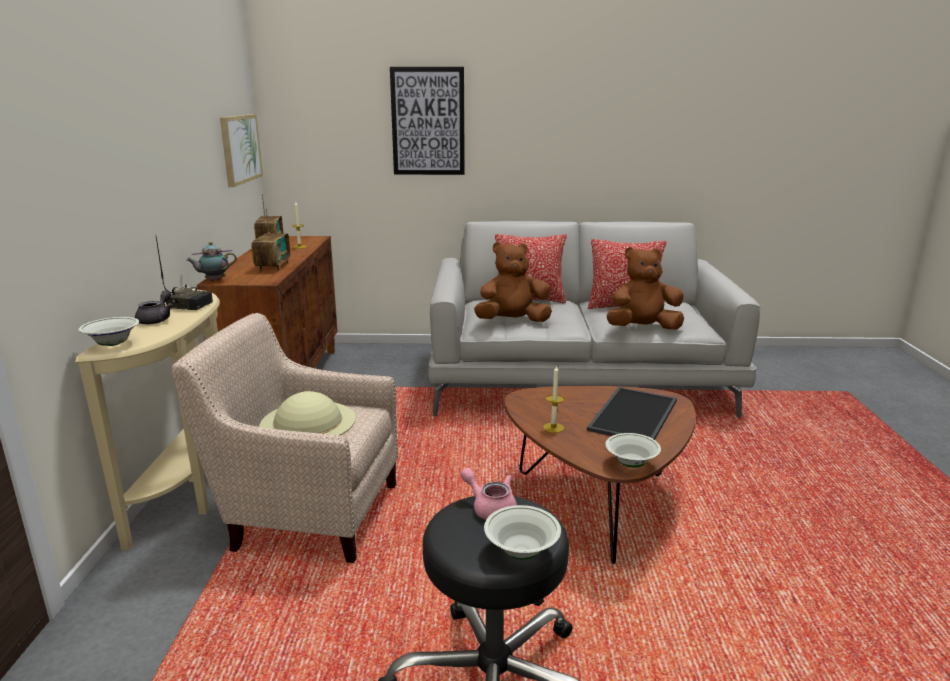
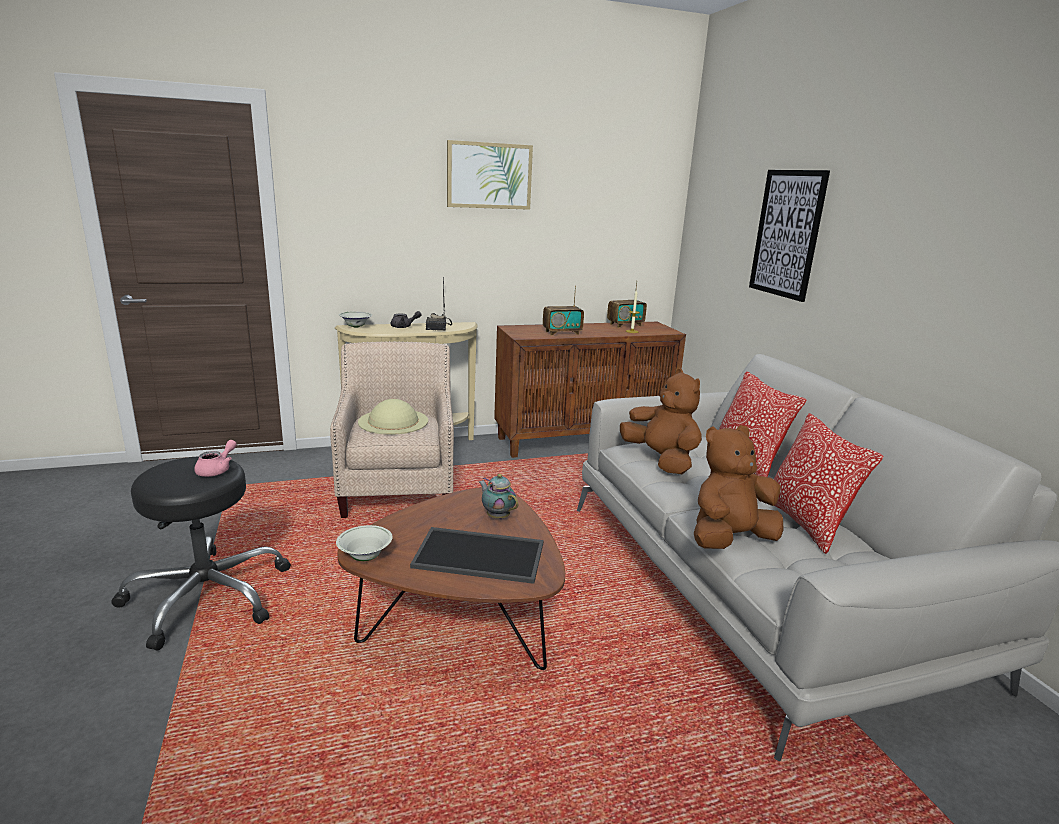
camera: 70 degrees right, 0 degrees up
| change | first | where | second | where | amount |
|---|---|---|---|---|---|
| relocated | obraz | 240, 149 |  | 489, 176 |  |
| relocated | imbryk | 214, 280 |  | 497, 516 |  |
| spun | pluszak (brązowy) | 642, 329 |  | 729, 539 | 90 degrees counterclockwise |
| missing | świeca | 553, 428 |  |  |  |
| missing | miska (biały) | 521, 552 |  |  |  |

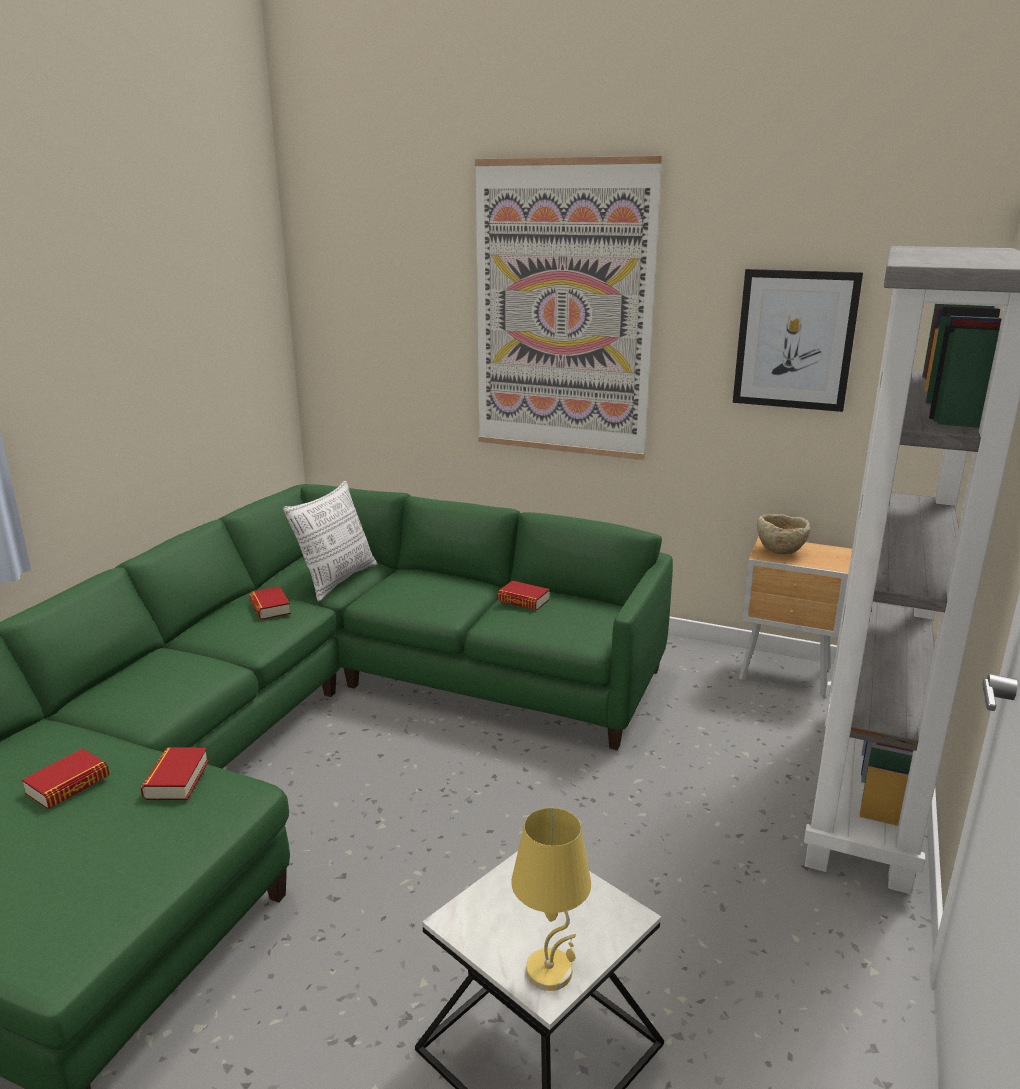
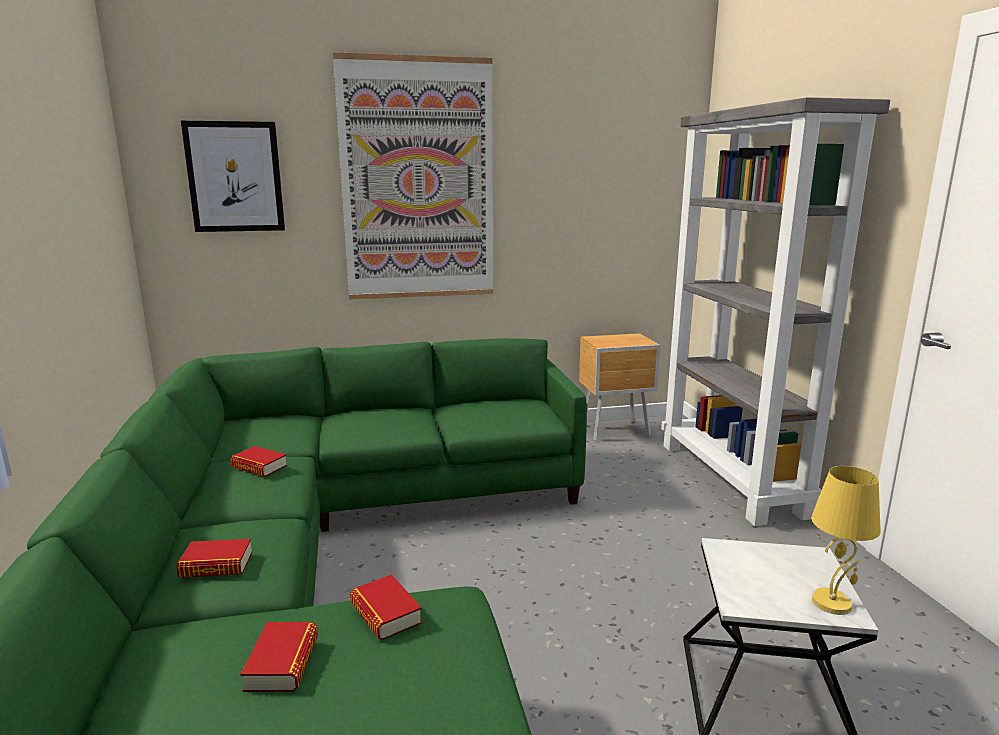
camera: 35 degrees left, 5 degrees down
| change | first | where | second | where | amount |
|---|---|---|---|---|---|
| relocated | obraz | 795, 340 |  | 235, 177 |  |
| missing | poduszka | 337, 580 |  |  |  |
| missing | miska (beżowy) | 780, 551 |  |  |  |
| relocated | książka | 523, 600 |  | 216, 565 |  |

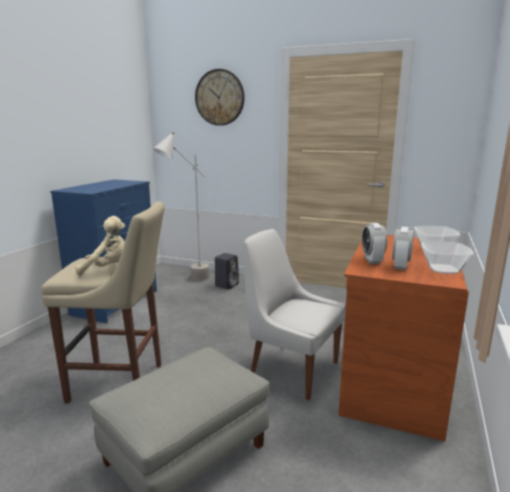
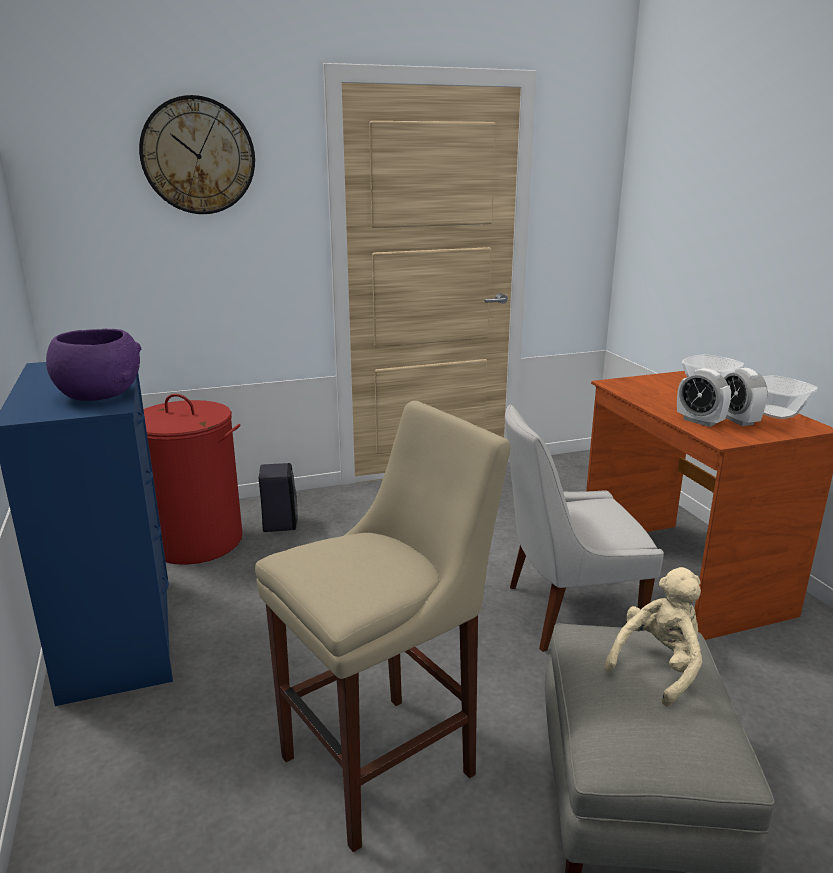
camera: 40 degrees left, 5 degrees up
| change | first | where | second | where | amount |
|---|---|---|---|---|---|
| exchanged | lampa stojąca (szary) | 187, 281 | kosz na pranie (czerwony) | 196, 541 |  |
| relocated | pluszak (beżowy) | 108, 269 |  | 658, 666 |  |
| appeared |  |  | miska (fioletowy) | 100, 395 |  |

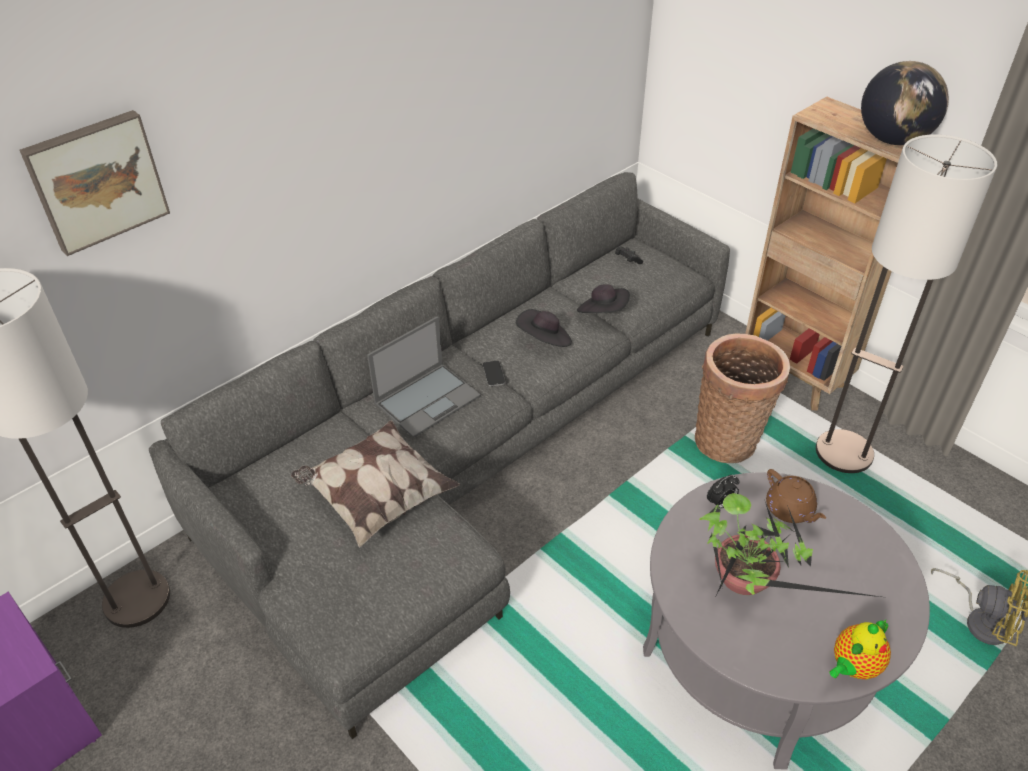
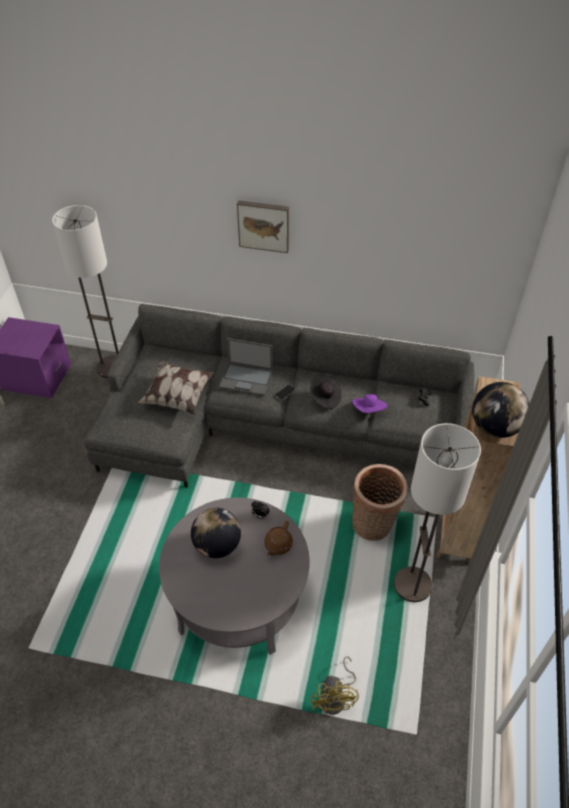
camera: 55 degrees right, 5 degrees up
| change | first | where | second | where | amount |
|---|---|---|---|---|---|
| relocated | obraz | 96, 181 |  | 264, 225 |  |
| colour | kapelusz (czarny) | 603, 313 | kapelusz (fioletowy) | 369, 410 |  |
| exchanged | roślina doniczkowa | 746, 583 | globus | 217, 545 |  |
| missing | imbryk | 853, 667 |  |  |  |

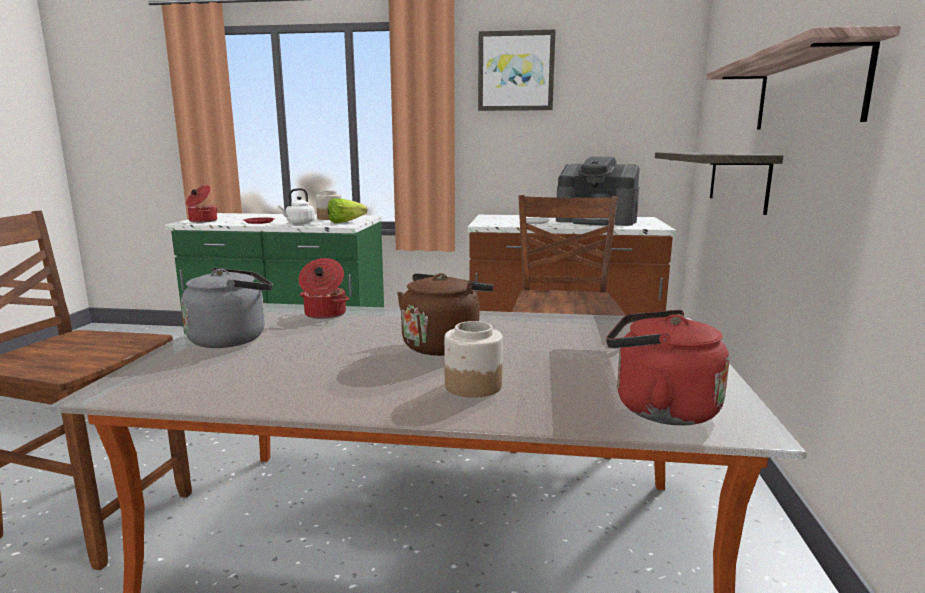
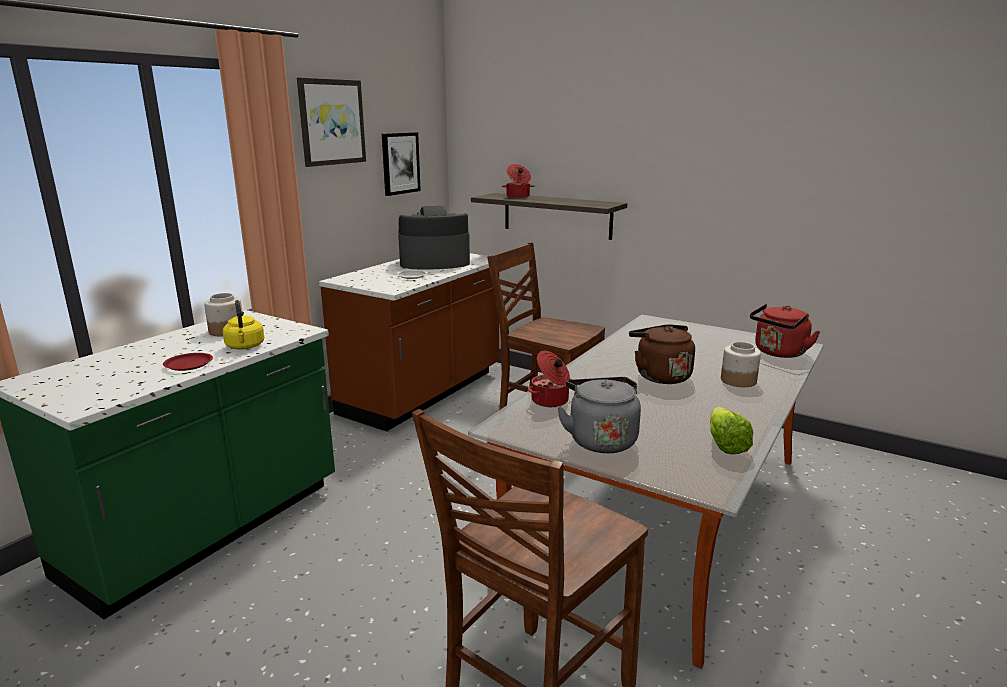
camera: 65 degrees left, 5 degrees up
| change | first | where | second | where | amount |
|---|---|---|---|---|---|
| missing | półka | 807, 91 |  |  |  |
| spun | ekspres do kawy | 596, 221 |  | 434, 262 | 150 degrees counterclockwise |
| relocated | garnek | 202, 221 |  | 518, 196 |  |
| colour | czajnik (biały) | 299, 223 | czajnik (żółty) | 245, 347 |  |
| relocated | sałata | 349, 222 |  | 725, 443 |  |
| appeared |  |  | obraz | 400, 163 |  |

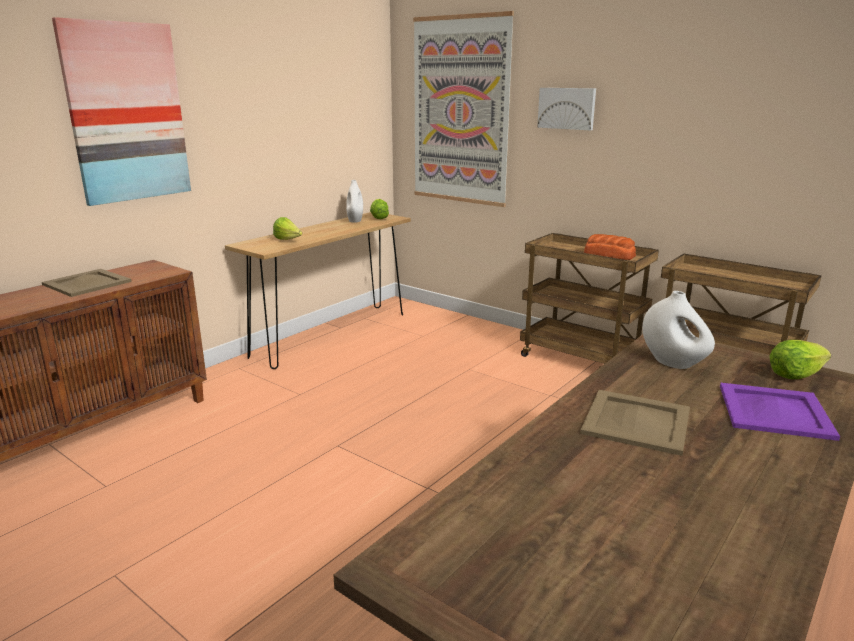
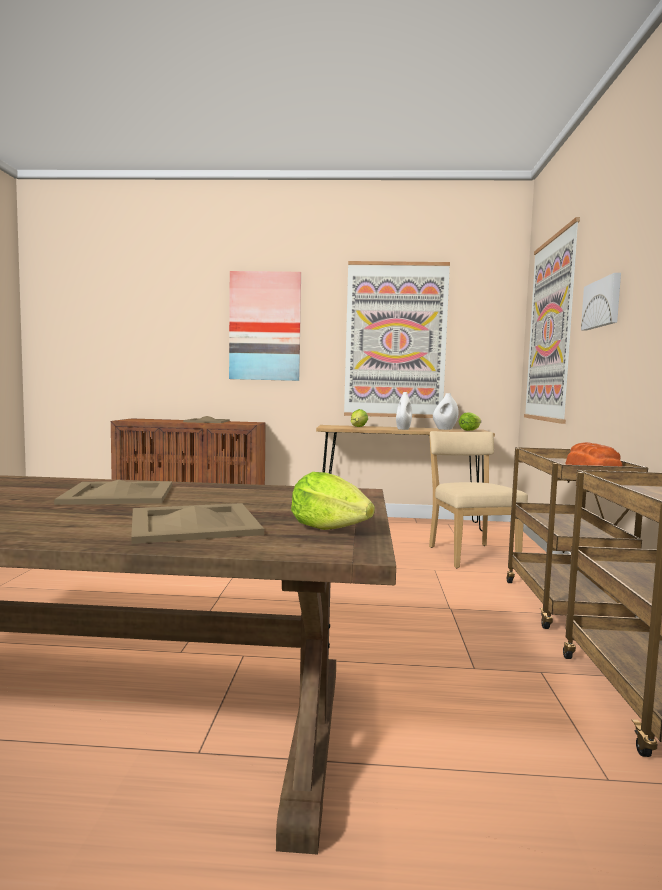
camera: 55 degrees right, 15 degrees down
| change | first | where | second | where | amount |
|---|---|---|---|---|---|
| relocated | wazon (biały) | 673, 363 |  | 403, 429 |  |
| colour | taca (fioletowy) | 773, 411 | taca (beżowy) | 193, 523 |  |
| appeared |  |  | obraz | 395, 340 |  |
| appeared |  |  | krzesło (beżowy) | 470, 554 |  |

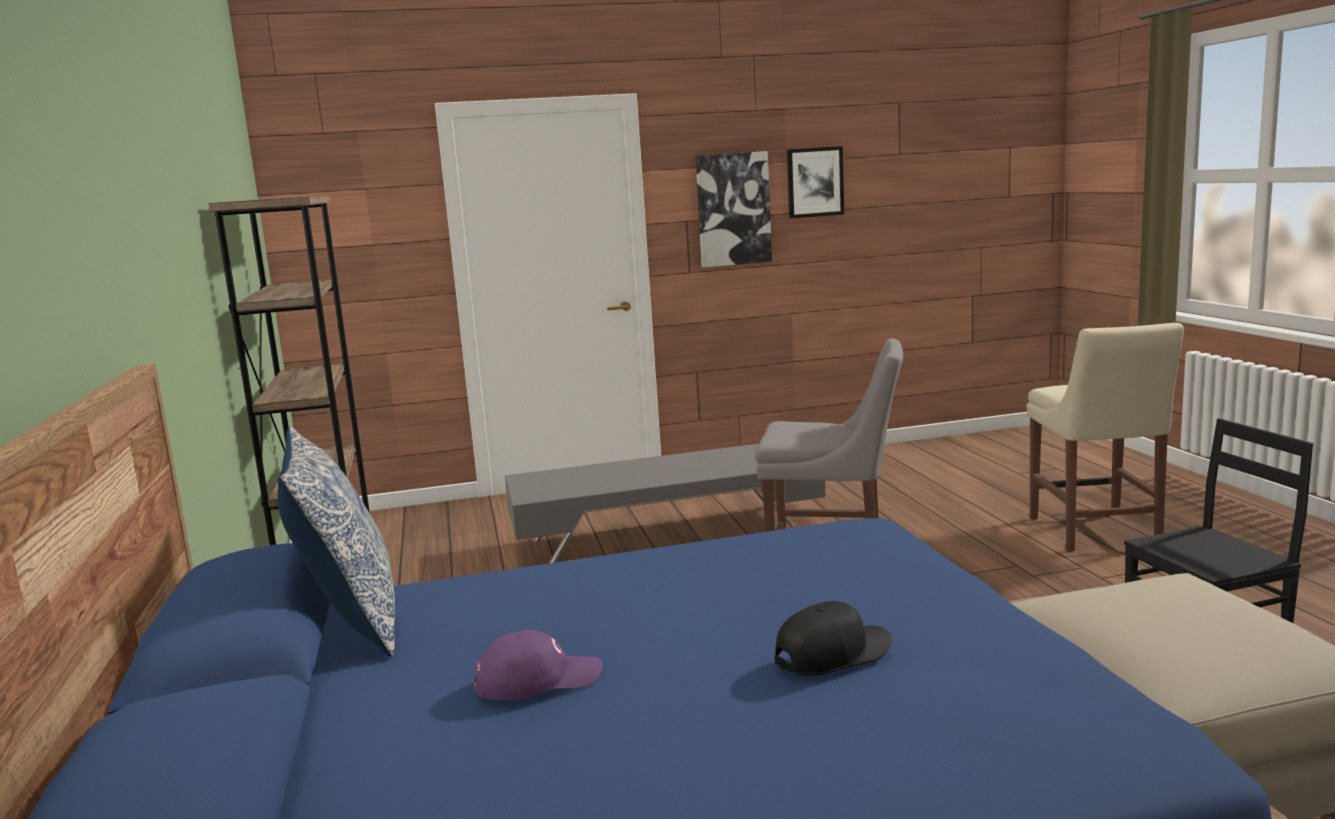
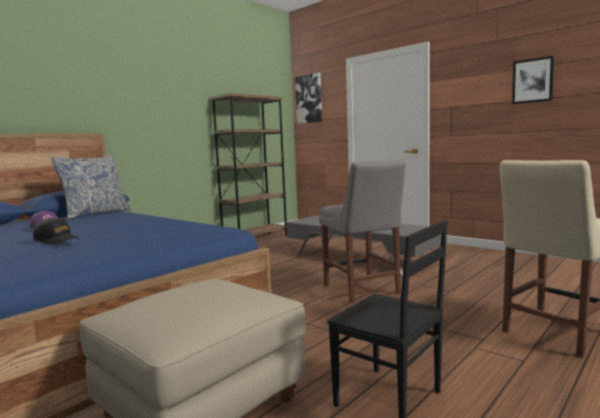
camera: 55 degrees right, 5 degrees down
| change | first | where | second | where | amount |
|---|---|---|---|---|---|
| relocated | obraz | 733, 209 |  | 309, 99 |  |

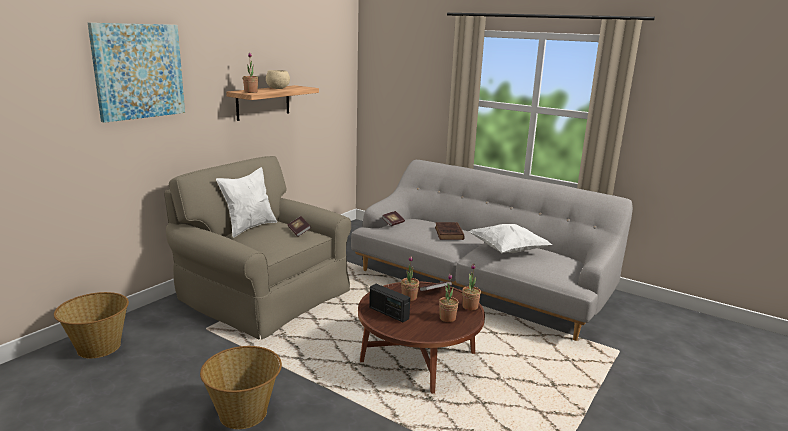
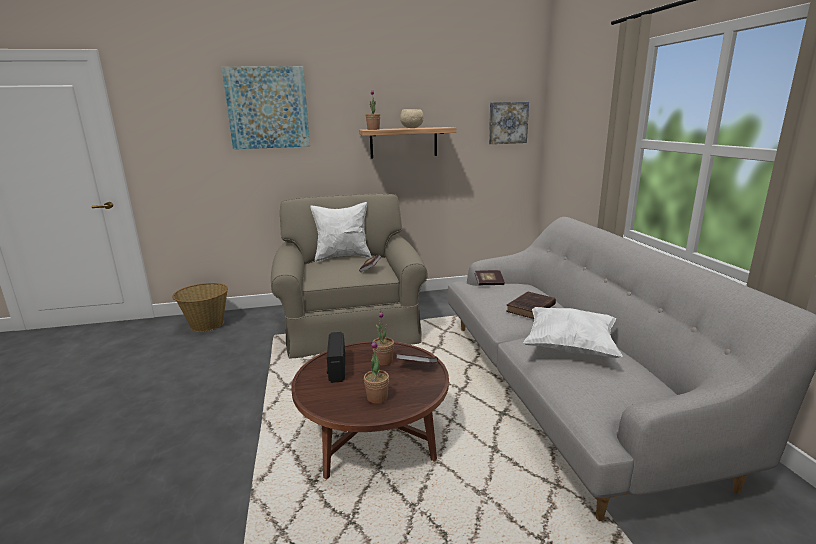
camera: 45 degrees right, 0 degrees up
| change | first | where | second | where | amount |
|---|---|---|---|---|---|
| missing | roślina doniczkowa | 470, 307 |  |  |  |
| missing | koszyk | 244, 413 |  |  |  |
| appeared |  |  | obraz | 507, 123 |  |

